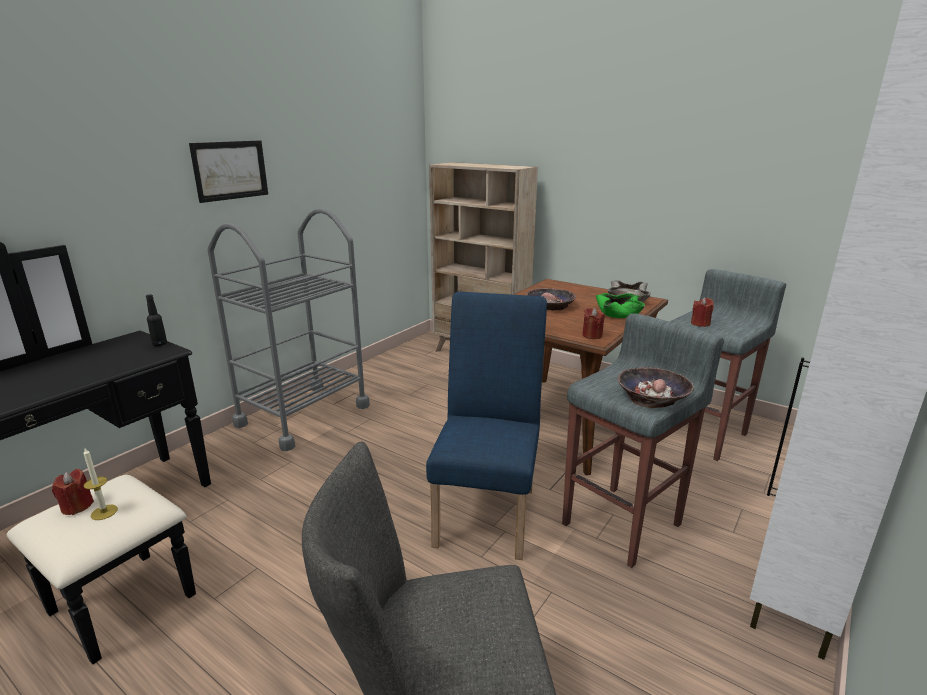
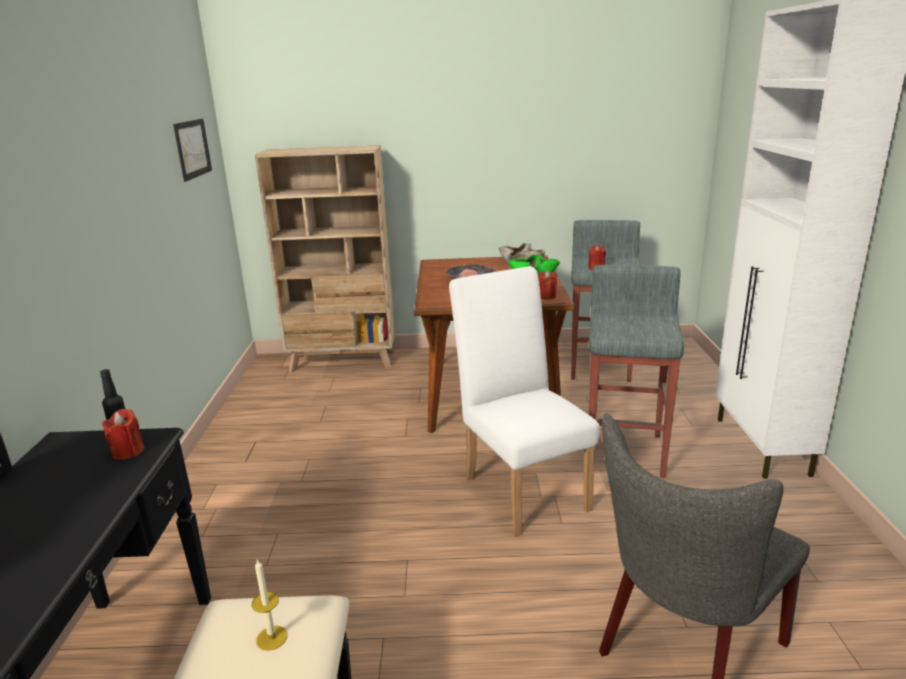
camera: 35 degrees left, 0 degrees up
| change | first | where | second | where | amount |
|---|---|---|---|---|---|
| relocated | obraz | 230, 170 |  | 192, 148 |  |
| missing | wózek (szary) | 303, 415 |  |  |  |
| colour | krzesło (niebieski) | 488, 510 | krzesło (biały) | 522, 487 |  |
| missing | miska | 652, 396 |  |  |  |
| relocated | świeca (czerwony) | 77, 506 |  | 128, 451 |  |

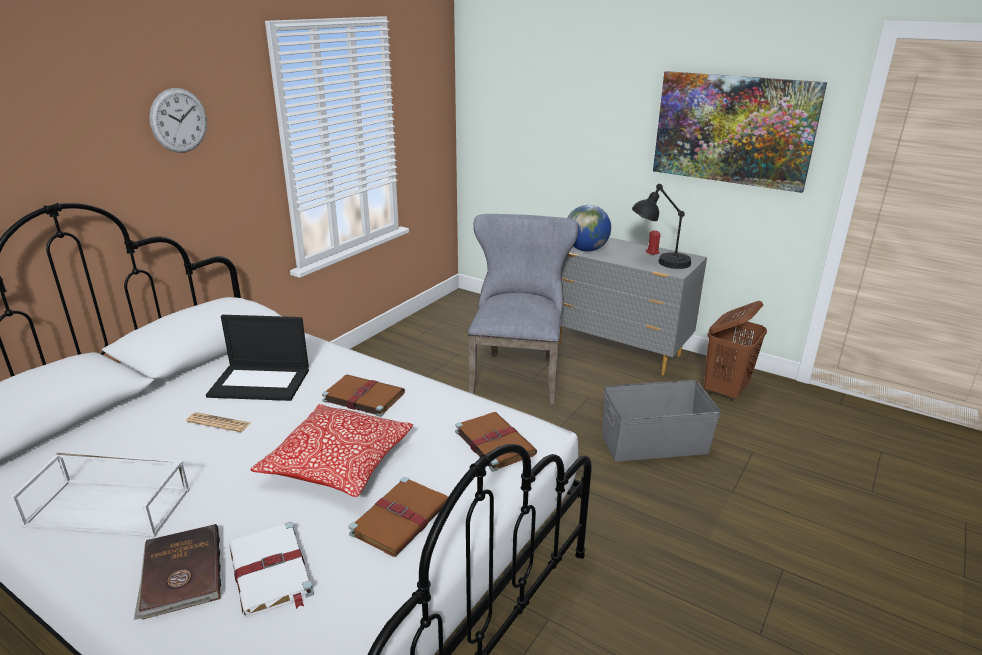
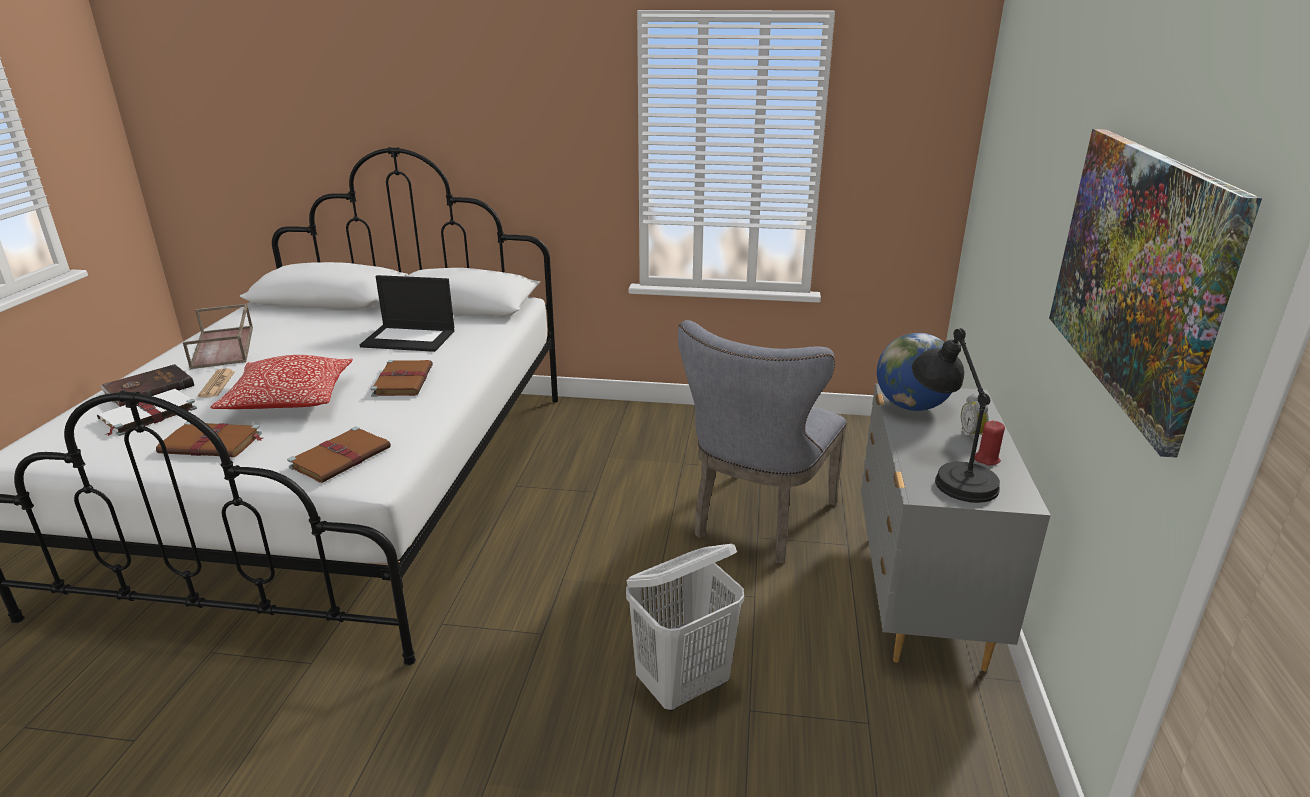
camera: 65 degrees right, 0 degrees up
| change | first | where | second | where | amount |
|---|---|---|---|---|---|
| missing | zegar ścienny | 179, 120 |  |  |  |
| spun | krzesło (szary) | 517, 373 |  | 758, 522 | 135 degrees clockwise |
| missing | kosz na pranie (brązowy) | 726, 390 |  |  |  |
| spun | laptop | 261, 382 |  | 410, 338 | 60 degrees counterclockwise |
| exchanged | pojemnik do przechowywania (szary) | 653, 443 | kosz na pranie (biały) | 683, 685 |  |
| relocated | gazeta | 219, 423 |  | 217, 384 |  |
| colour | taca (biały) | 111, 507 | taca (brązowy) | 224, 347 |  |
| appeared |  |  | budzik | 973, 435 |  |

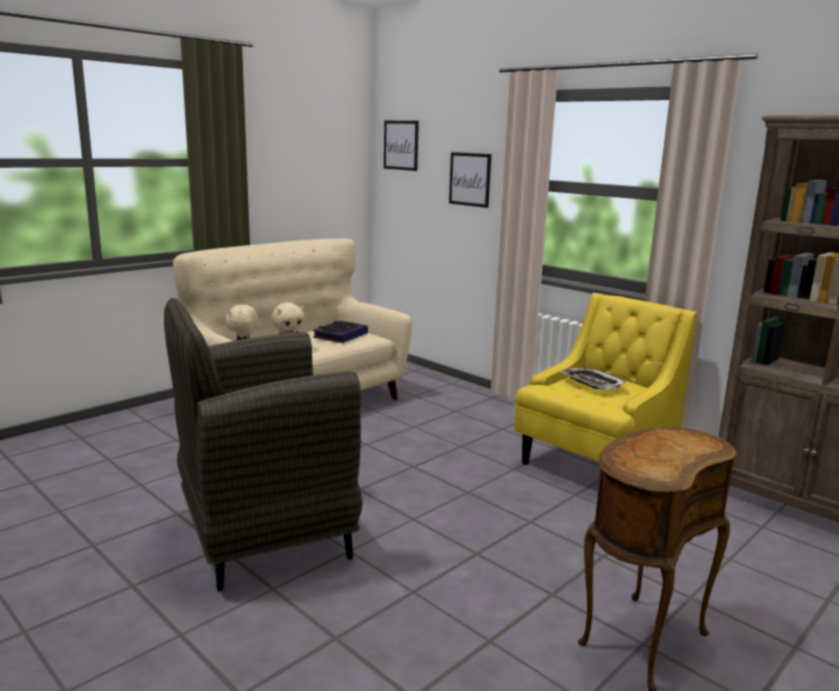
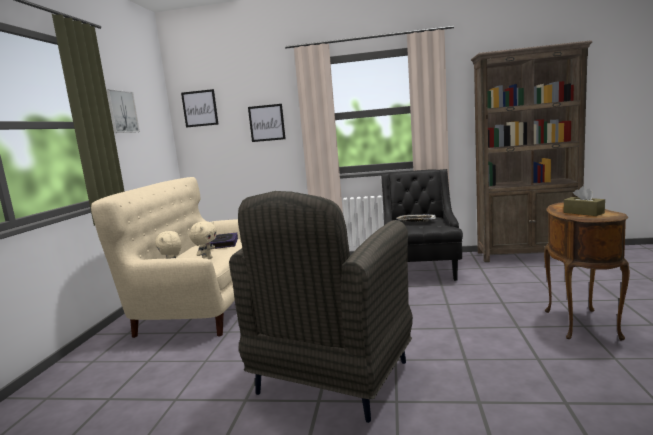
camera: 35 degrees left, 5 degrees down
| change | first | where | second | where | amount |
|---|---|---|---|---|---|
| colour | fotel (żółty) | 594, 462 | fotel (czarny) | 421, 269 |  |
| appeared |  |  | obraz | 120, 112 |  |
| appeared |  |  | pudełko chusteczek (brązowy) | 583, 213 |  |

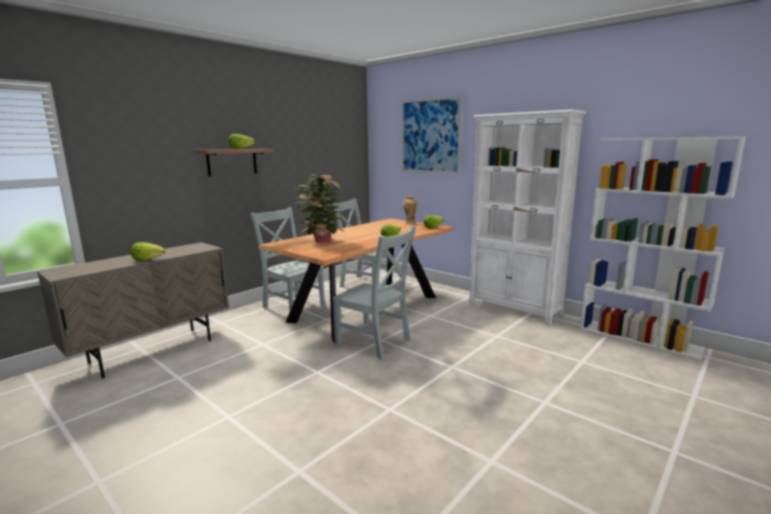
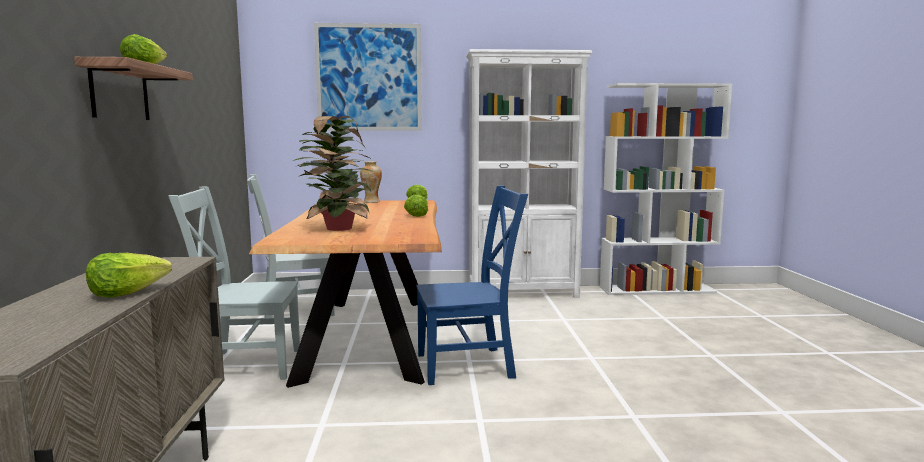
camera: 45 degrees left, 5 degrees down
| change | first | where | second | where | amount |
|---|---|---|---|---|---|
| colour | krzesło (szary) | 375, 343 | krzesło (niebieski) | 470, 365 |  |

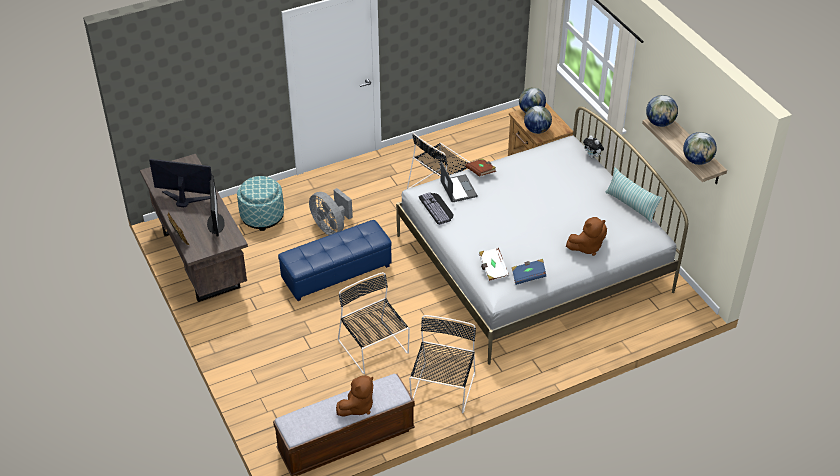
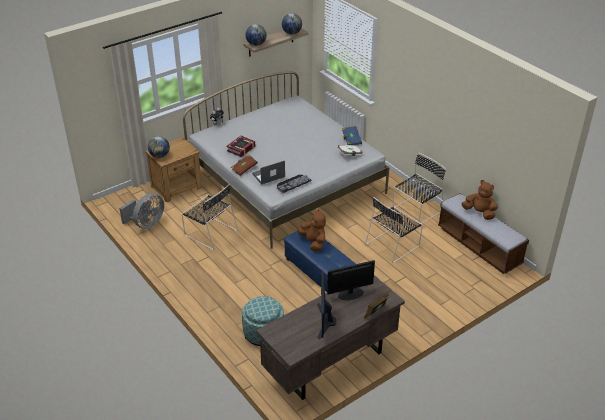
camera: 100 degrees left, 5 degrees down
| change | first | where | second | where | amount |
|---|---|---|---|---|---|
| missing | globus | 537, 130 |  |  |  |
| missing | poduszka | 631, 205 |  |  |  |
| relocated | wentylator (szary) | 331, 227 |  | 146, 224 |  |
| relocated | pluszak (brązowy) | 587, 247 |  | 313, 242 |  |
| spun | krzesło (czarny) | 442, 390 |  | 416, 210 | 135 degrees clockwise |
| appeared |  |  | książka | 241, 149 |  |

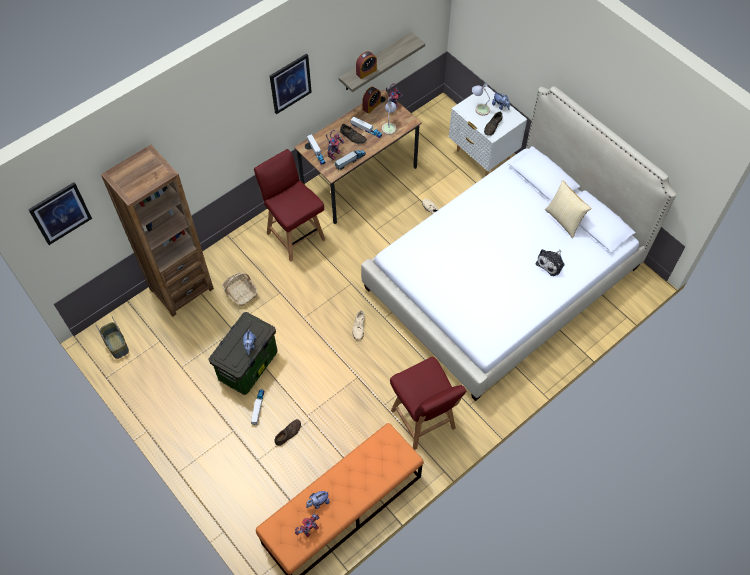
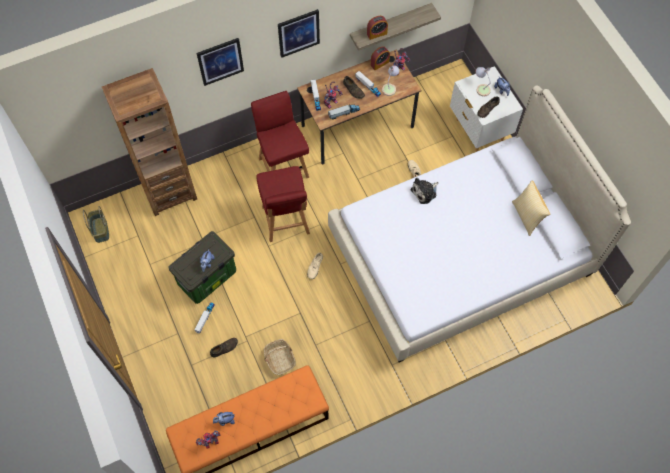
camera: 15 degrees right, 5 degrees up
| change | first | where | second | where | amount |
|---|---|---|---|---|---|
| relocated | obraz | 60, 213 |  | 220, 61 |  |
| relocated | pluszak | 551, 263 |  | 425, 192 |  |
| relocated | koszyk | 240, 292 |  | 279, 359 |  |
| relocated | krzesło (czerwony) | 423, 421 |  | 285, 221 |  |

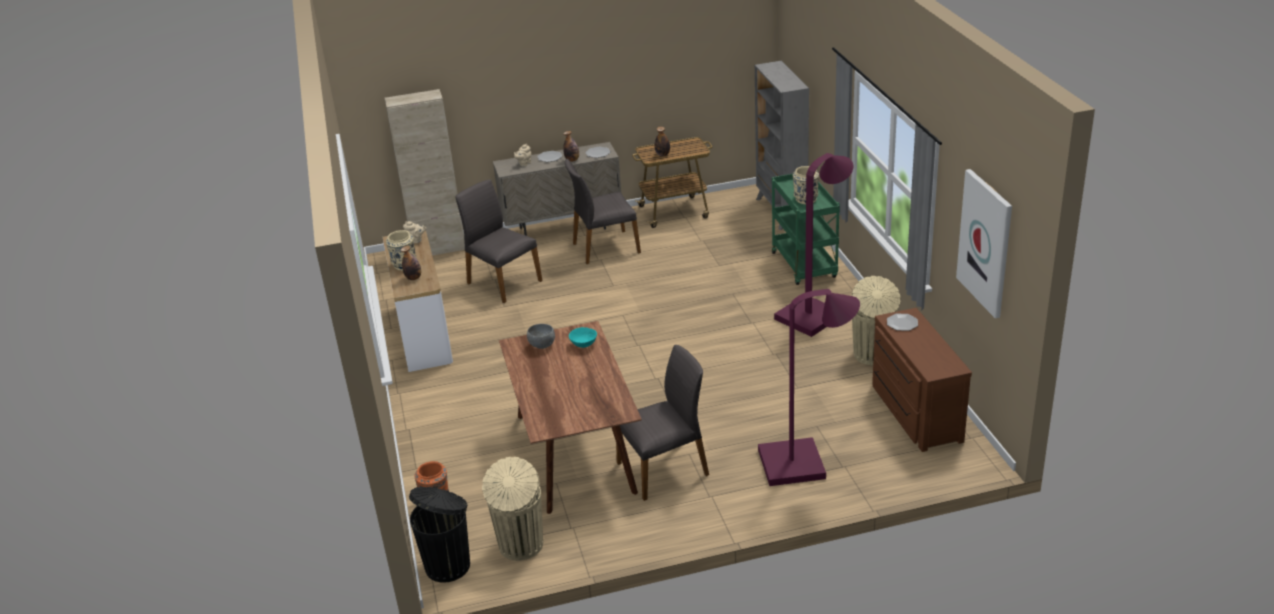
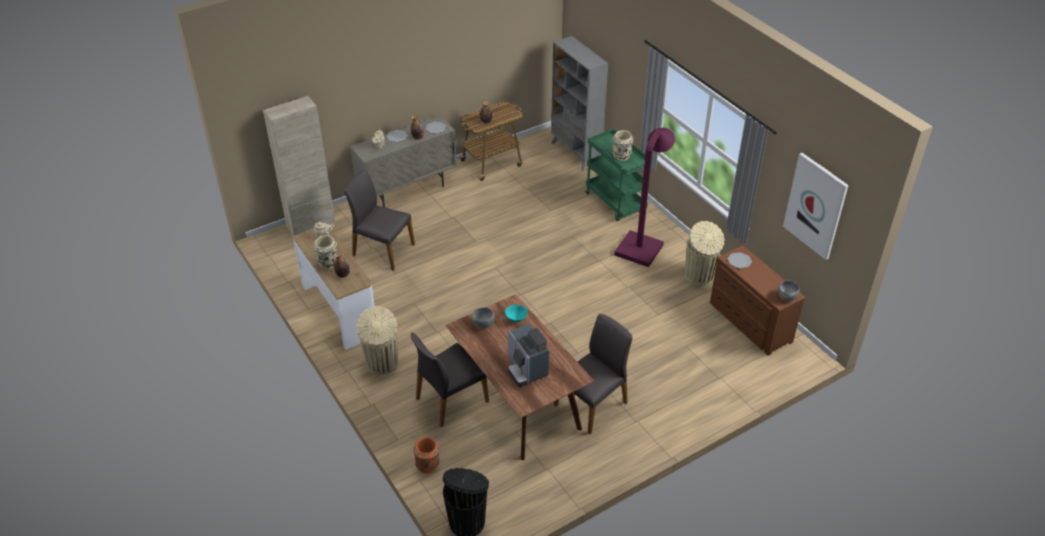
camera: 20 degrees left, 10 degrees up
| change | first | where | second | where | amount |
|---|---|---|---|---|---|
| relocated | krzesło (szary) | 605, 247 |  | 450, 400 |  |
| missing | lampa stojąca (fioletowy) | 803, 463 |  |  |  |
| relocated | kosz na śmieci (beżowy) | 520, 546 |  | 382, 364 |  |
| appeared |  |  | miska (szary) | 787, 297 |  |
| appeared |  |  | ekspres do kawy | 526, 369 |  |

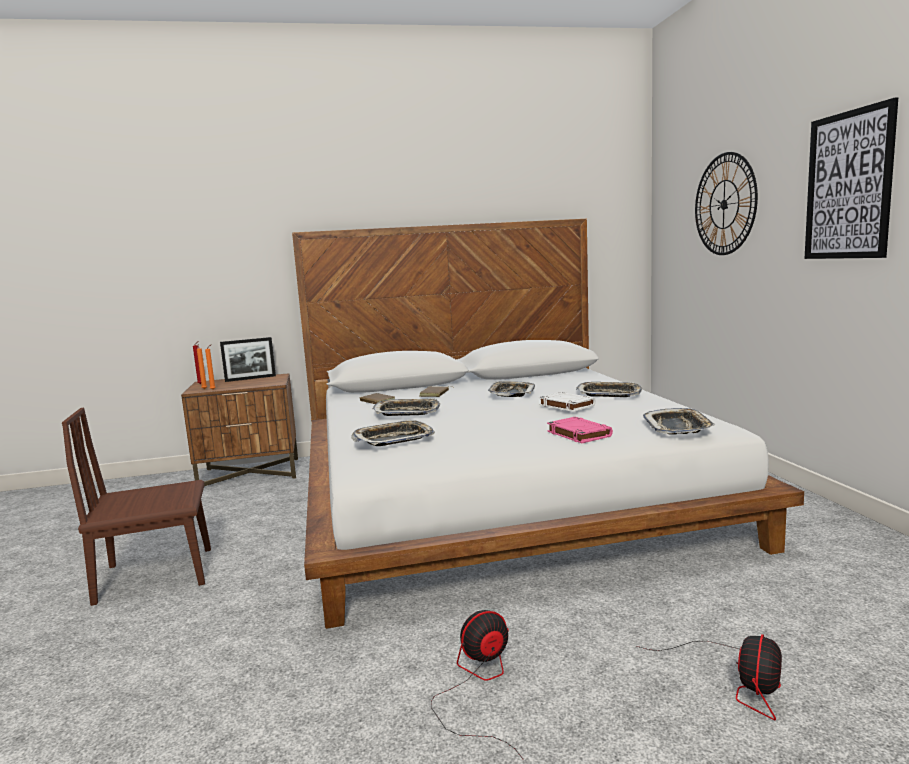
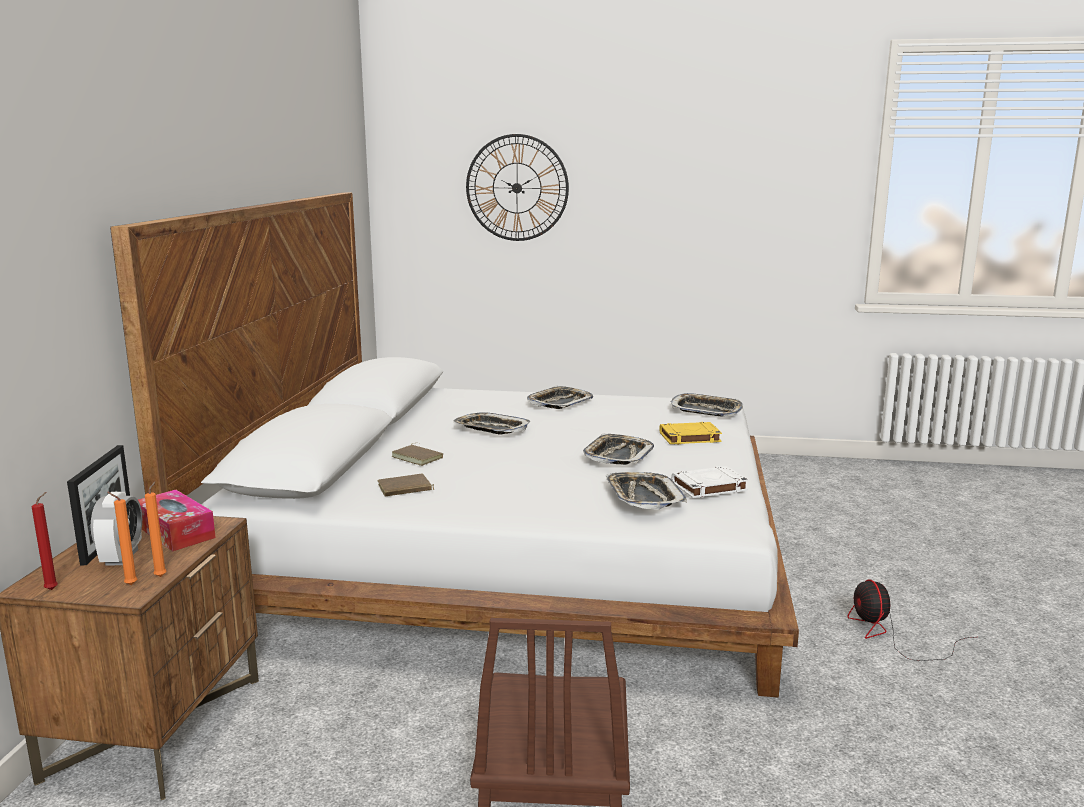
camera: 70 degrees left, 5 degrees up
| change | first | where | second | where | amount |
|---|---|---|---|---|---|
| missing | obraz | 848, 185 |  |  |  |
| relocated | książka (biały) | 566, 405 |  | 708, 487 |  |
| relocated | taca | 407, 412 |  | 618, 455 |  |
| colour | książka (różowy) | 578, 434 | książka (żółty) | 689, 437 |  |
| missing | wentylator | 737, 681 |  |  |  |
| appeared |  |  | pudełko chusteczek | 176, 532 |  |
| appeared |  |  | budzik | 121, 557 |  |

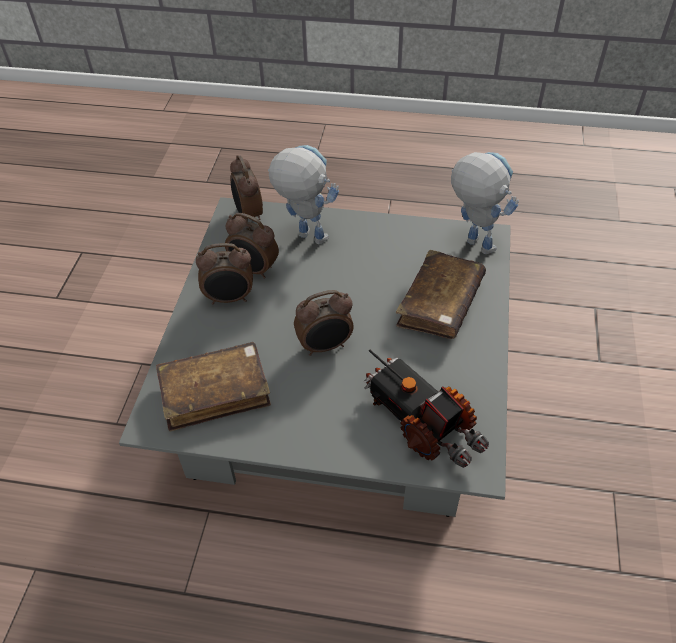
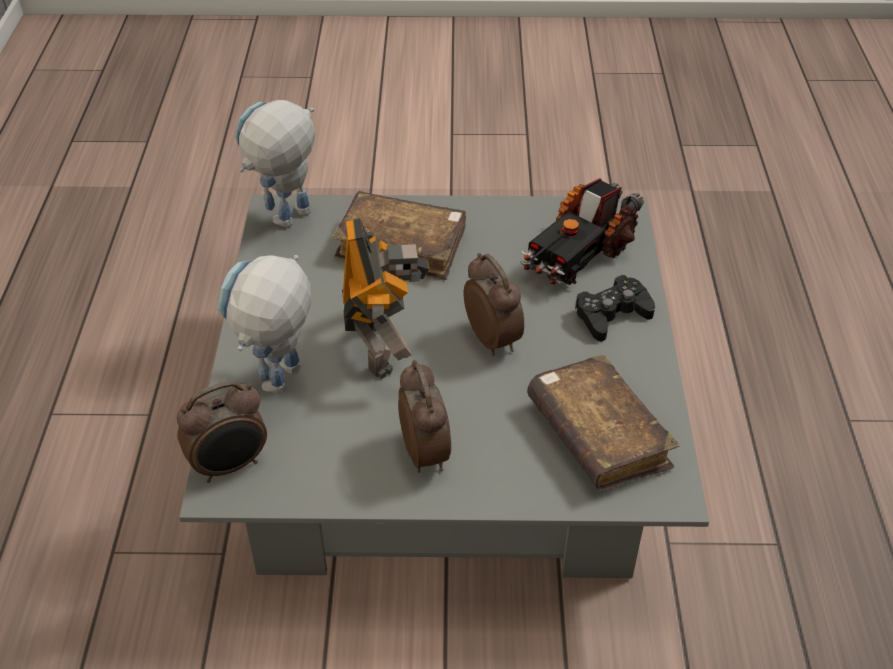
camera: 100 degrees left, 5 degrees down
| change | first | where | second | where | amount |
|---|---|---|---|---|---|
| missing | budzik | 254, 270 |  |  |  |
| appeared |  |  | robot zabawkowy | 382, 346 |  |
| appeared |  |  | pad do gier (czarny) | 611, 315 |  |

